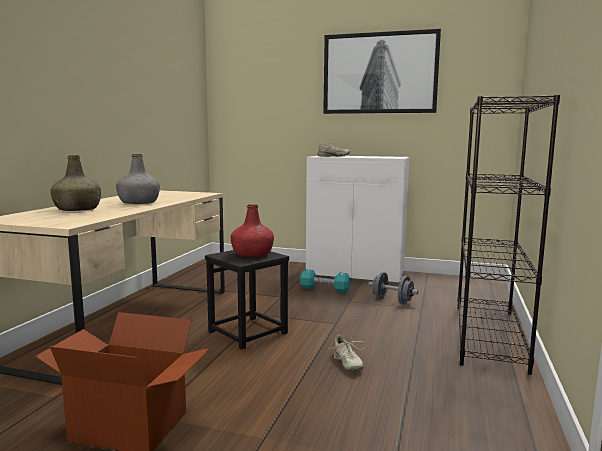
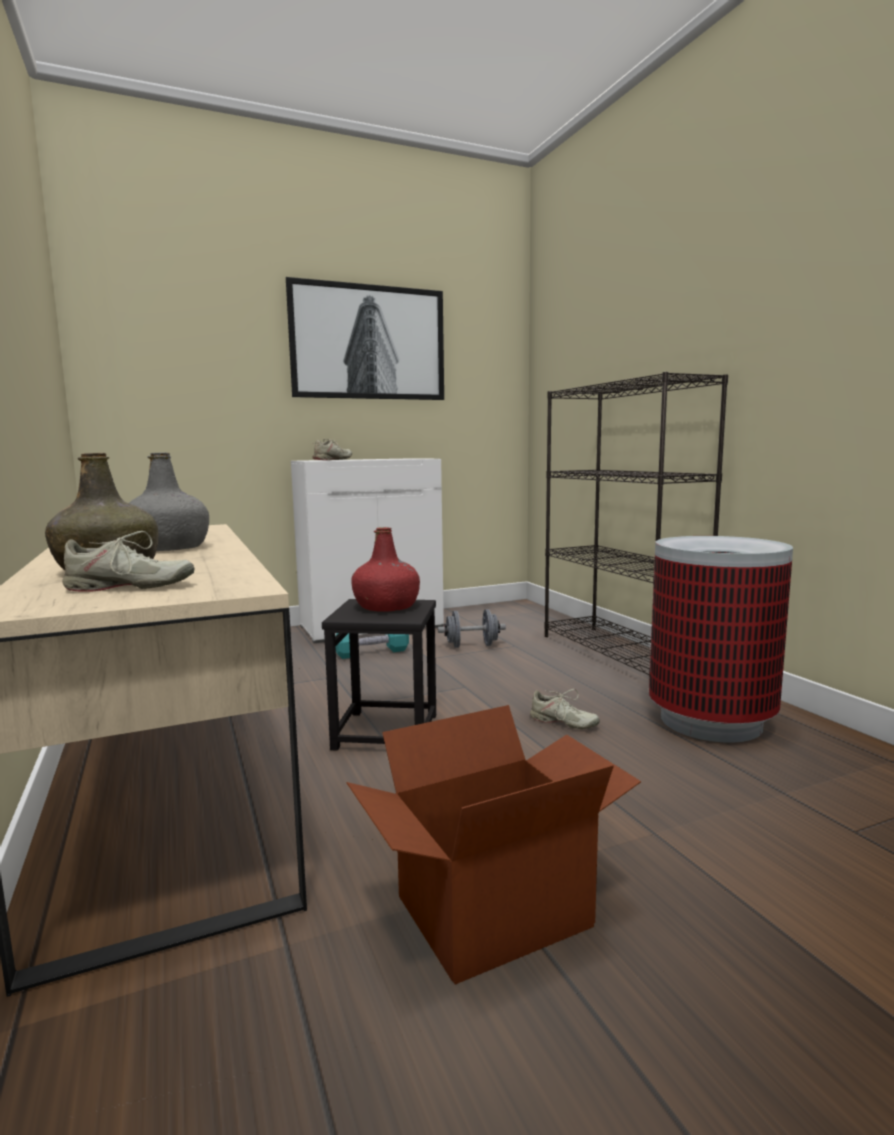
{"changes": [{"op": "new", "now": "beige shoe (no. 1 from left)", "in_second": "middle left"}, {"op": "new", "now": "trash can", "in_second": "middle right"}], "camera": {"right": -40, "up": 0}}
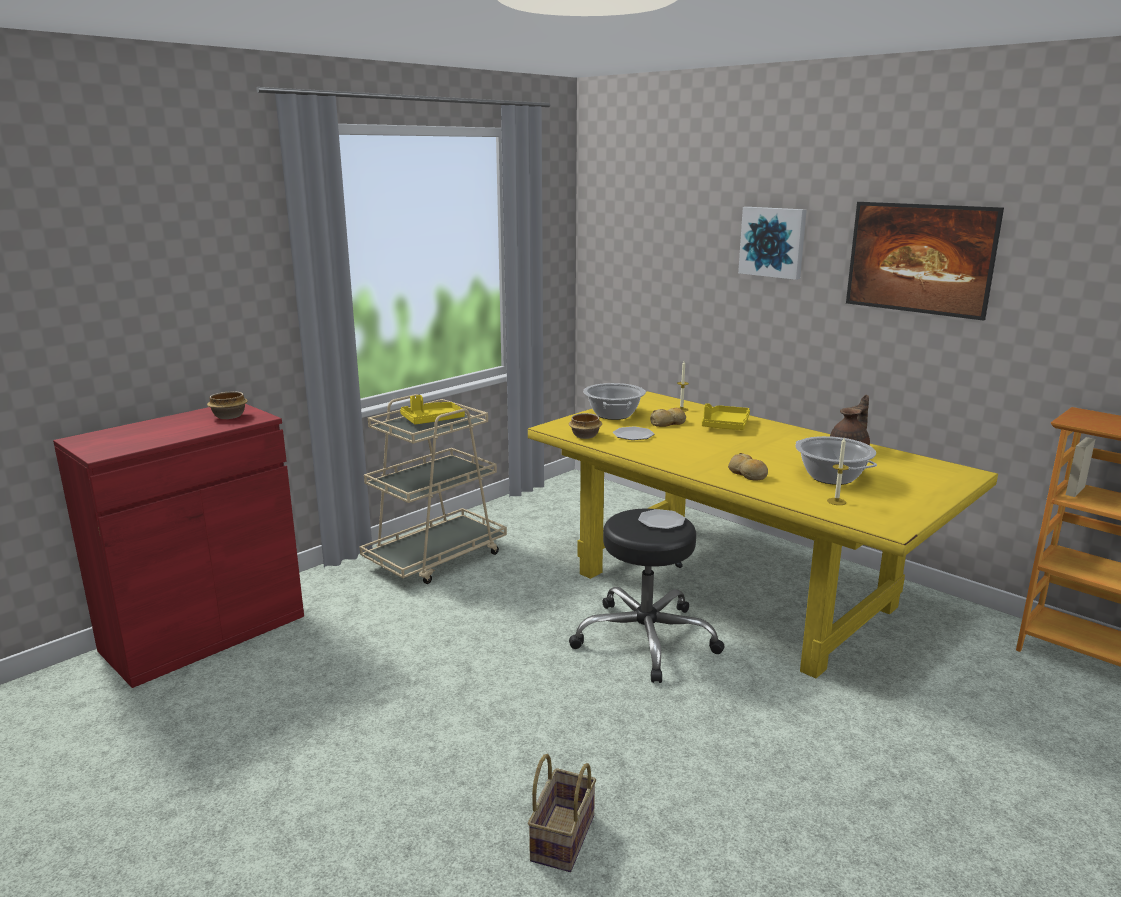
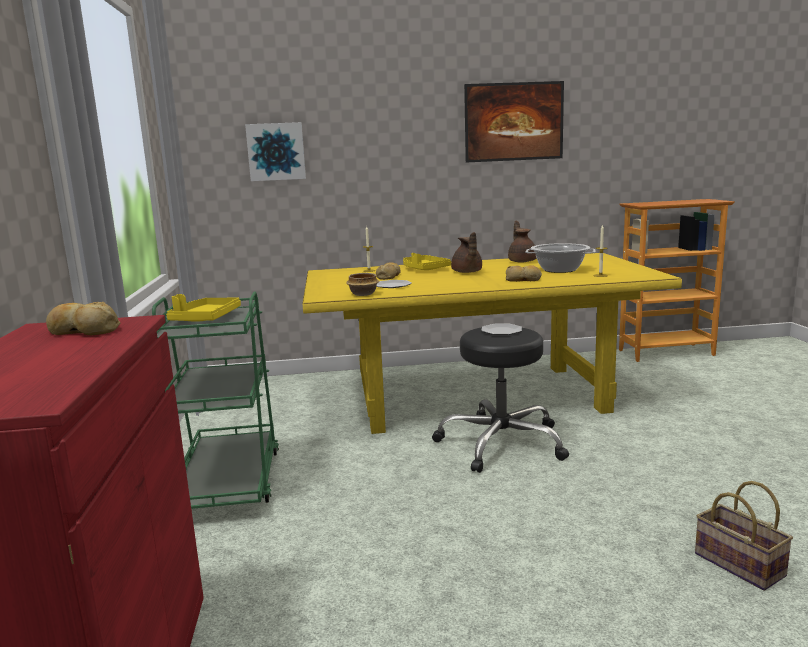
{"changes": [{"op": "shifted", "was": "picture (no. 1 from left)", "in_first": "top right", "in_second": "top centre"}, {"op": "gone", "was": "cooking pot (no. 1 from left)", "in_first": "centre"}, {"op": "swapped", "was": "bowl (no. 1 from left)", "now": "bread (no. 1 from left)", "in_first": "middle left", "in_second": "middle left"}, {"op": "repainted", "was": "beige cart", "now": "green cart", "in_first": "centre", "in_second": "middle left"}, {"op": "new", "now": "brown teapot (no. 1 from left)", "in_second": "centre"}], "camera": {"right": -50, "up": -5}}
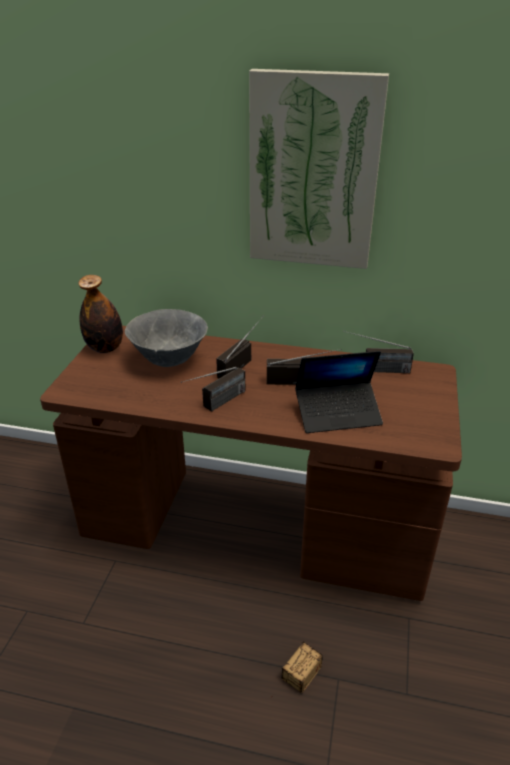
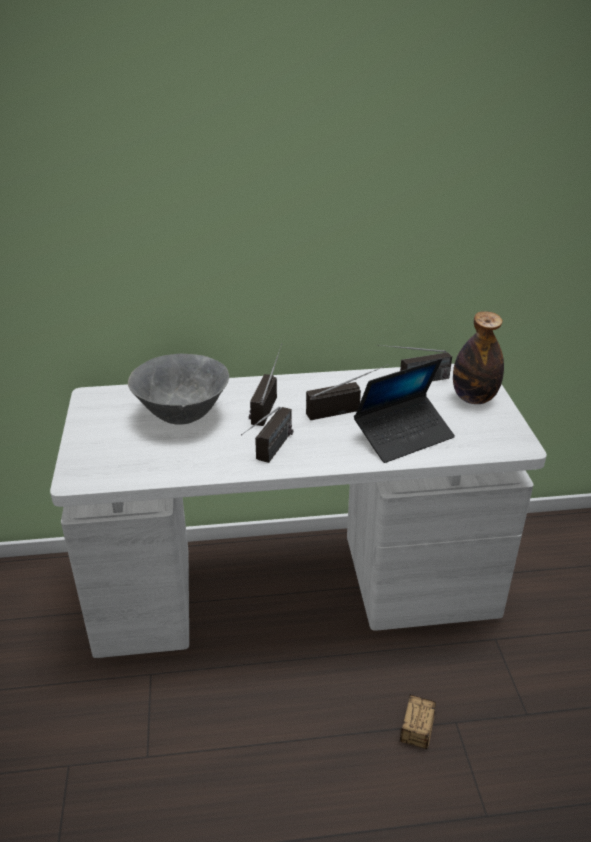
{"changes": [{"op": "gone", "was": "picture", "in_first": "top centre"}, {"op": "shifted", "was": "bottle", "in_first": "middle left", "in_second": "middle right"}, {"op": "repainted", "was": "brown desk", "now": "white desk", "in_first": "centre", "in_second": "centre"}], "camera": {"right": -20, "up": 0}}
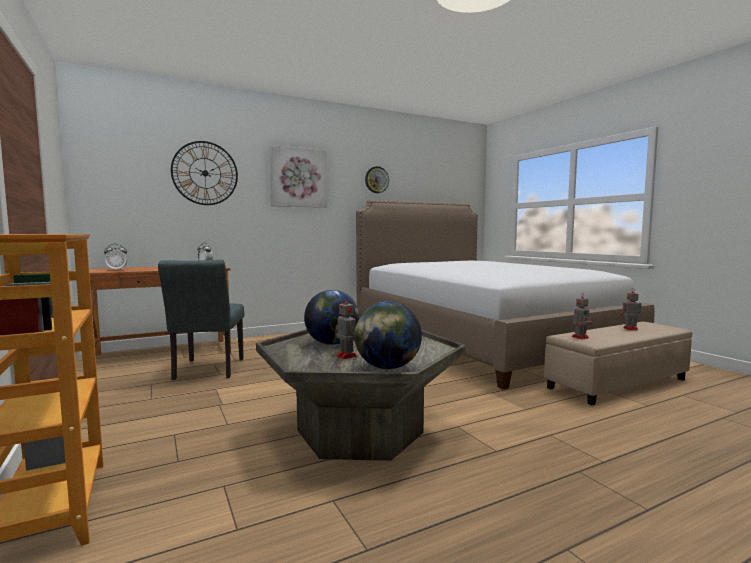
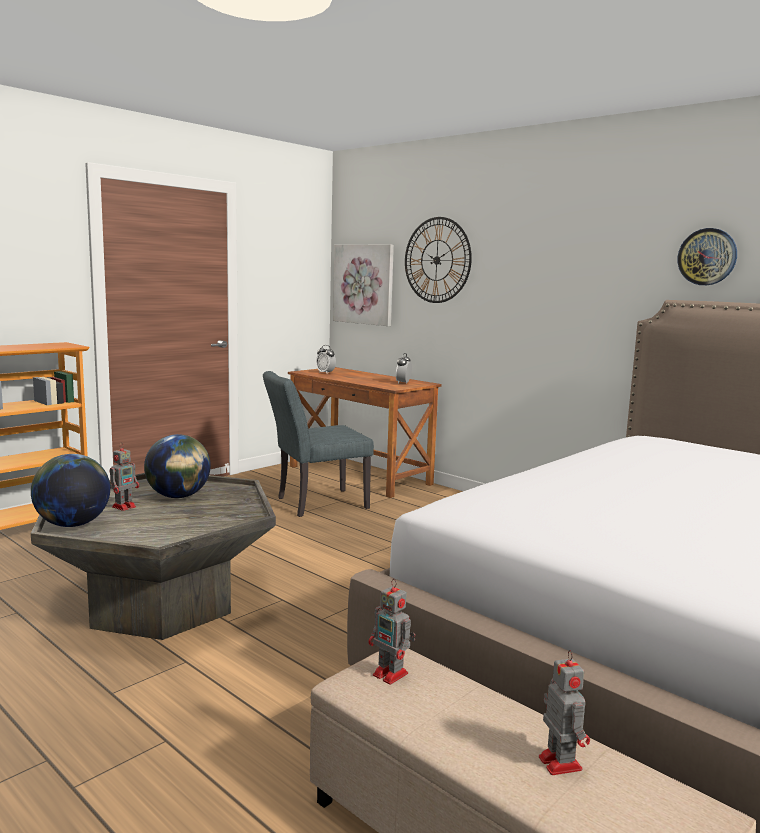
{"changes": [{"op": "shifted", "was": "picture", "in_first": "top centre", "in_second": "centre"}], "camera": {"right": 70, "up": 5}}
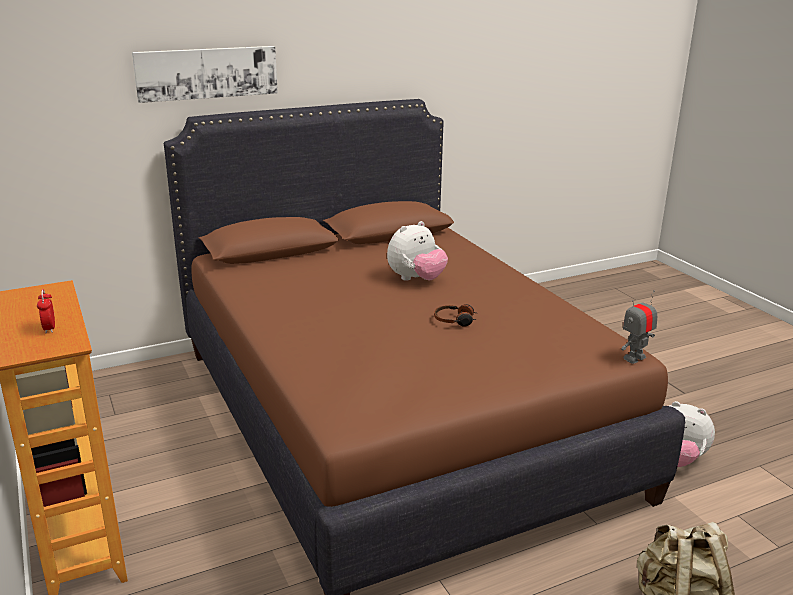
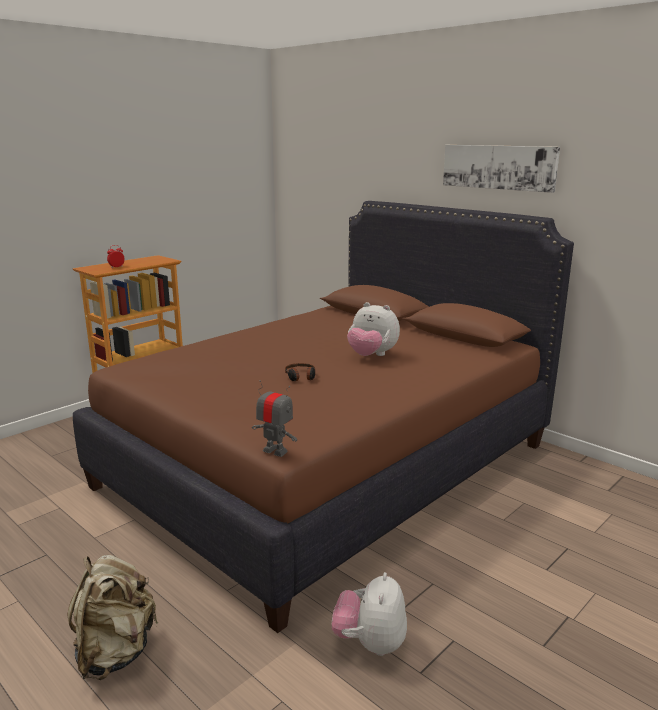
{"changes": [{"op": "shifted", "was": "picture", "in_first": "top left", "in_second": "top right"}], "camera": {"right": 70, "up": -5}}
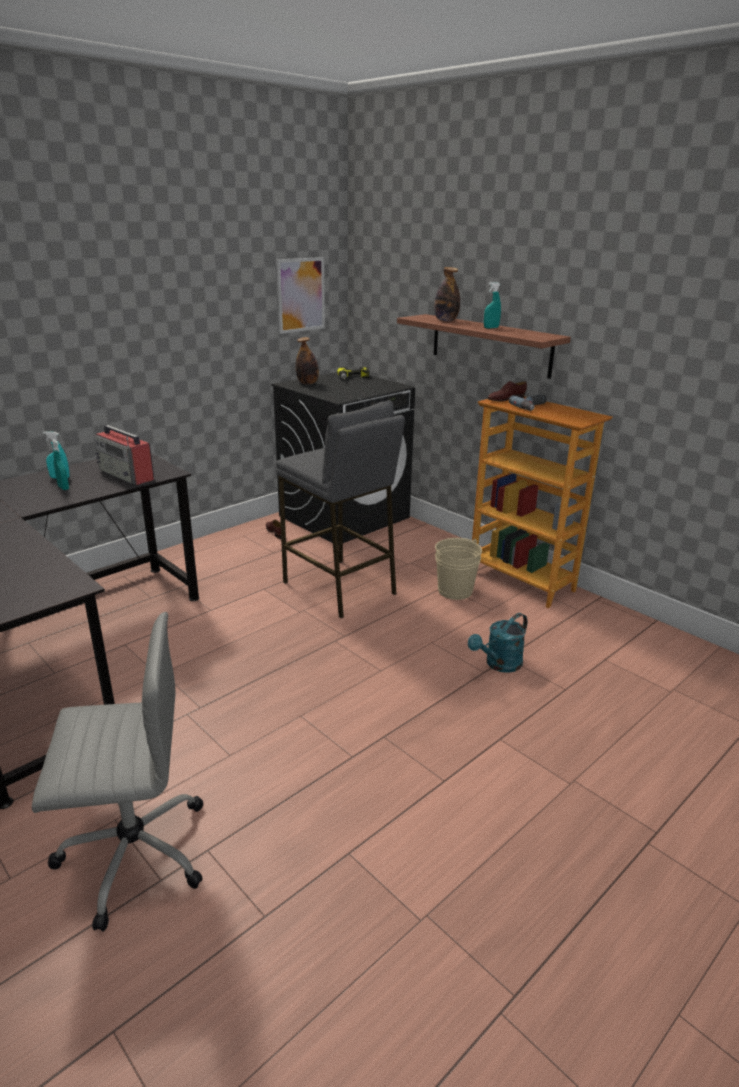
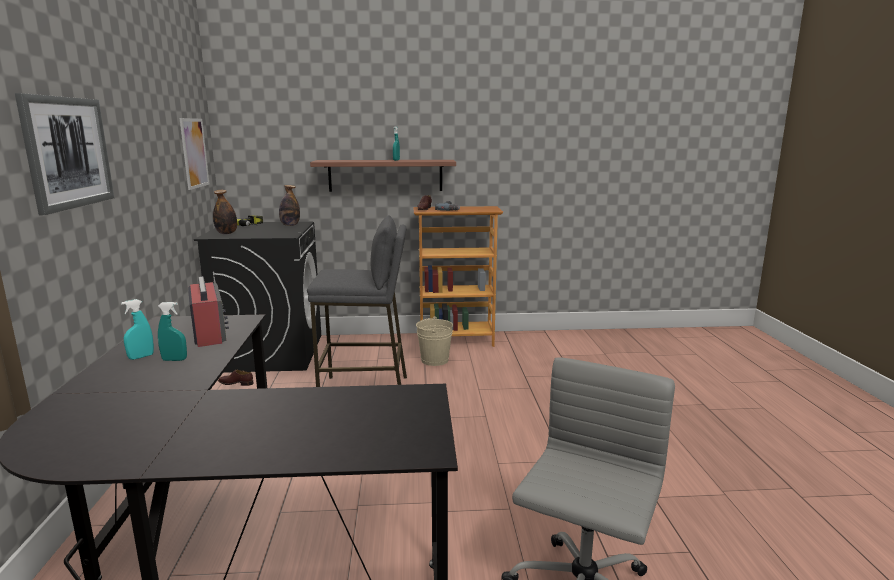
{"changes": [{"op": "shifted", "was": "bottle (no. 2 from left)", "in_first": "top centre", "in_second": "middle left"}, {"op": "rotated", "was": "radio", "in_first": "middle left", "in_second": "middle left", "clockwise": -105}, {"op": "gone", "was": "turquoise watering can", "in_first": "middle right"}, {"op": "new", "now": "picture (no. 1 from left)", "in_second": "top left"}], "camera": {"right": -50, "up": -10}}
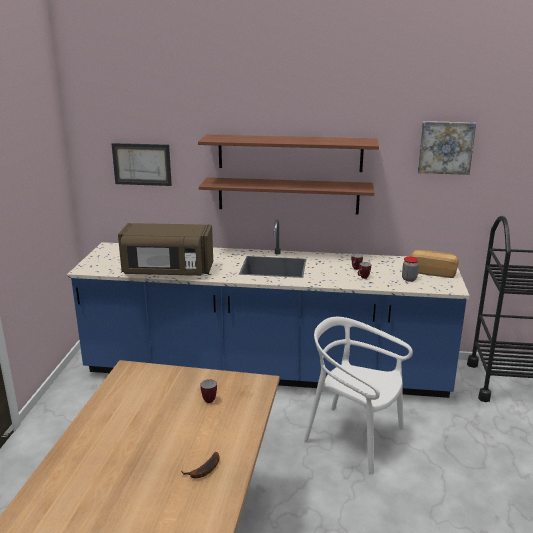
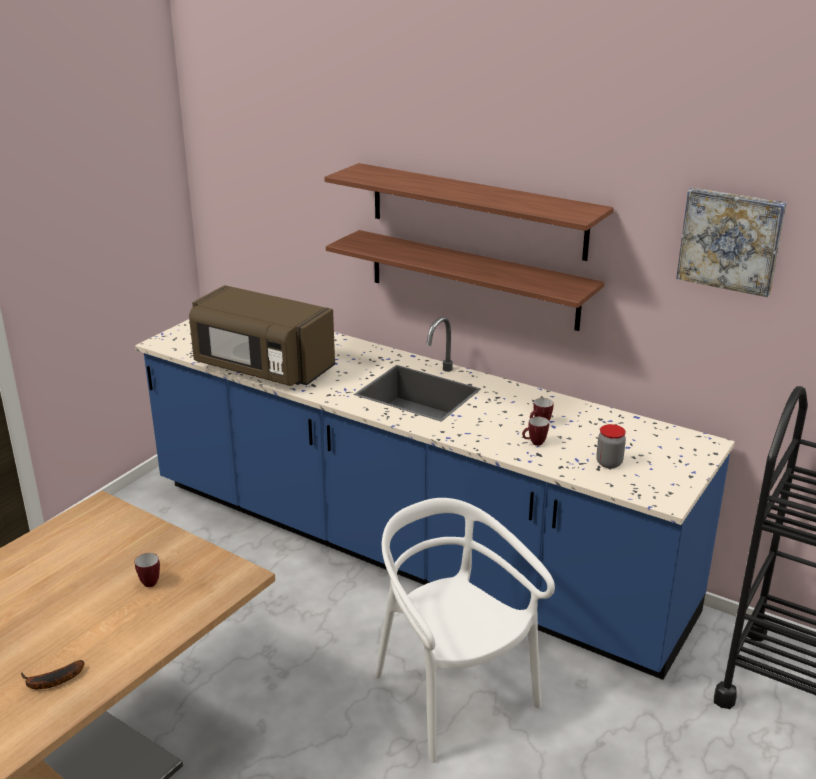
{"changes": [{"op": "gone", "was": "picture (no. 1 from left)", "in_first": "top left"}, {"op": "gone", "was": "bread", "in_first": "middle right"}], "camera": {"right": 25, "up": 5}}
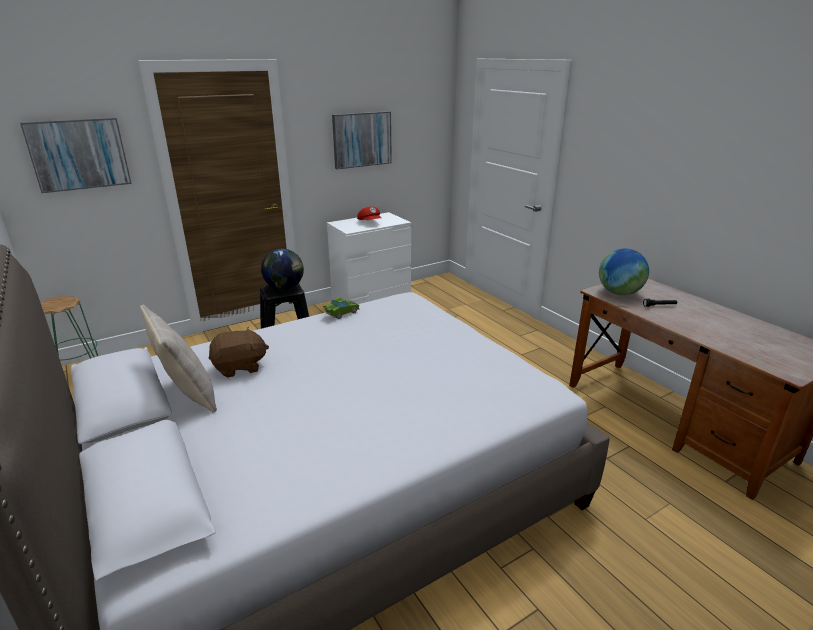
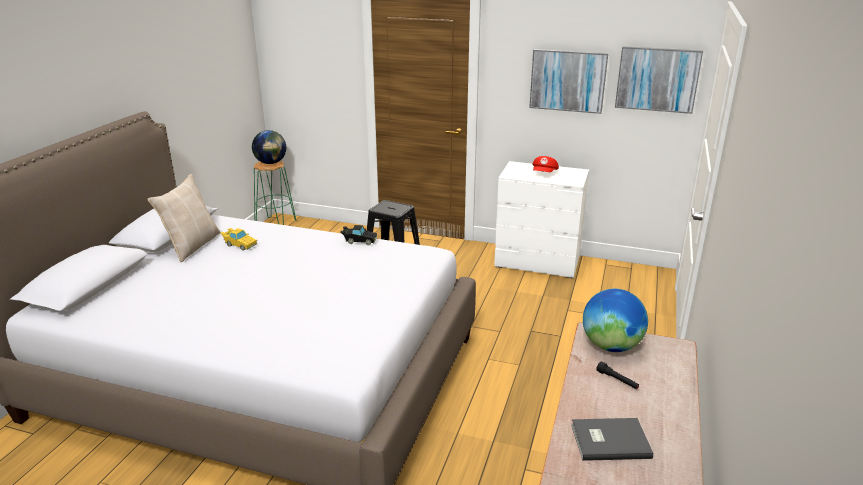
{"changes": [{"op": "shifted", "was": "picture (no. 1 from left in the first image)", "now": "picture (no. 2 from left)", "in_first": "top left", "in_second": "top right"}, {"op": "shifted", "was": "globe (no. 1 from left)", "in_first": "centre", "in_second": "top left"}, {"op": "repainted", "was": "green toy car", "now": "black toy car", "in_first": "centre", "in_second": "centre"}, {"op": "swapped", "was": "brown plush toy", "now": "yellow toy car", "in_first": "middle left", "in_second": "middle left"}, {"op": "new", "now": "grey book", "in_second": "bottom right"}], "camera": {"right": 50, "up": 0}}
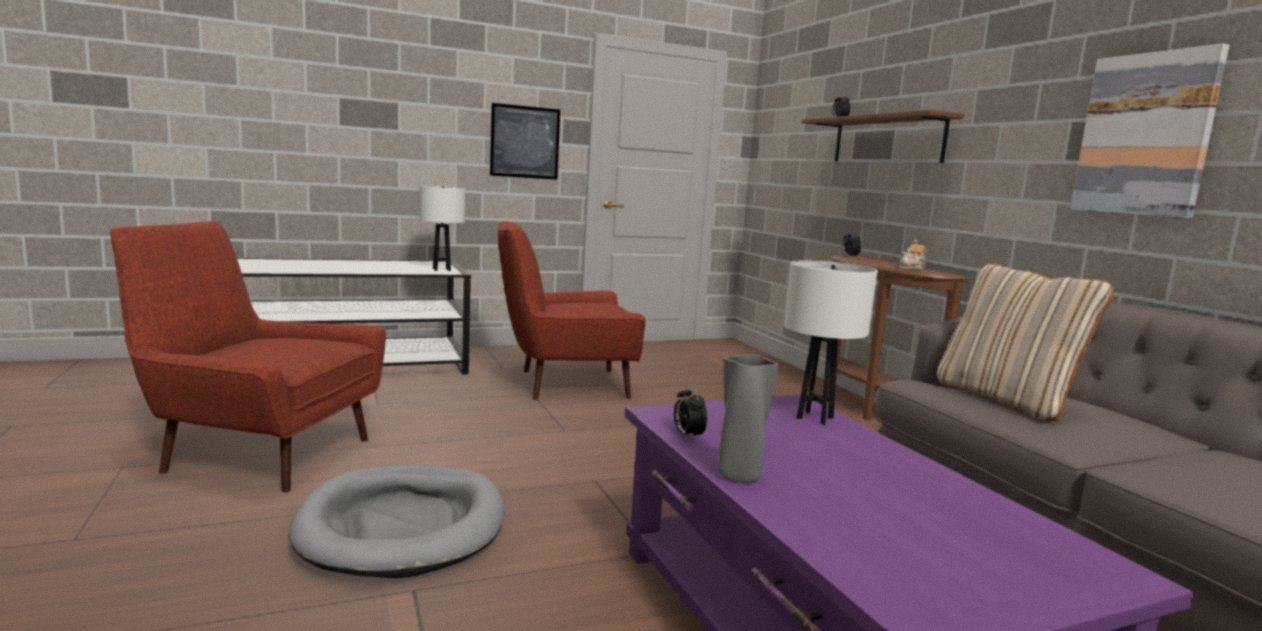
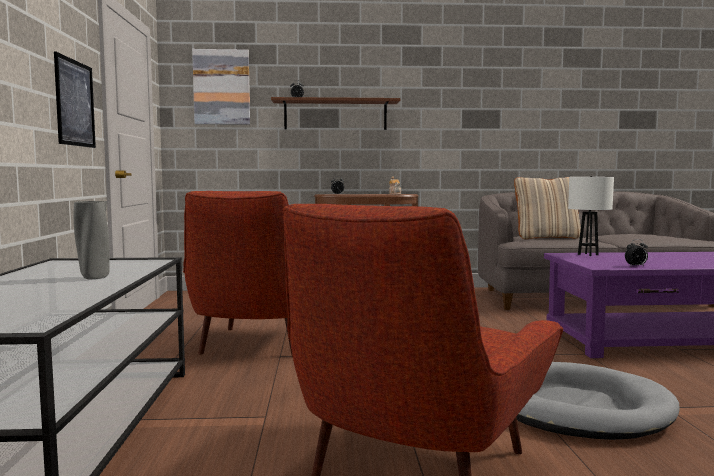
{"changes": [{"op": "shifted", "was": "picture (no. 2 from left)", "in_first": "top right", "in_second": "top left"}, {"op": "gone", "was": "white table lamp (no. 1 from left)", "in_first": "centre"}, {"op": "shifted", "was": "grey vase", "in_first": "centre", "in_second": "middle left"}], "camera": {"right": -70, "up": -5}}
